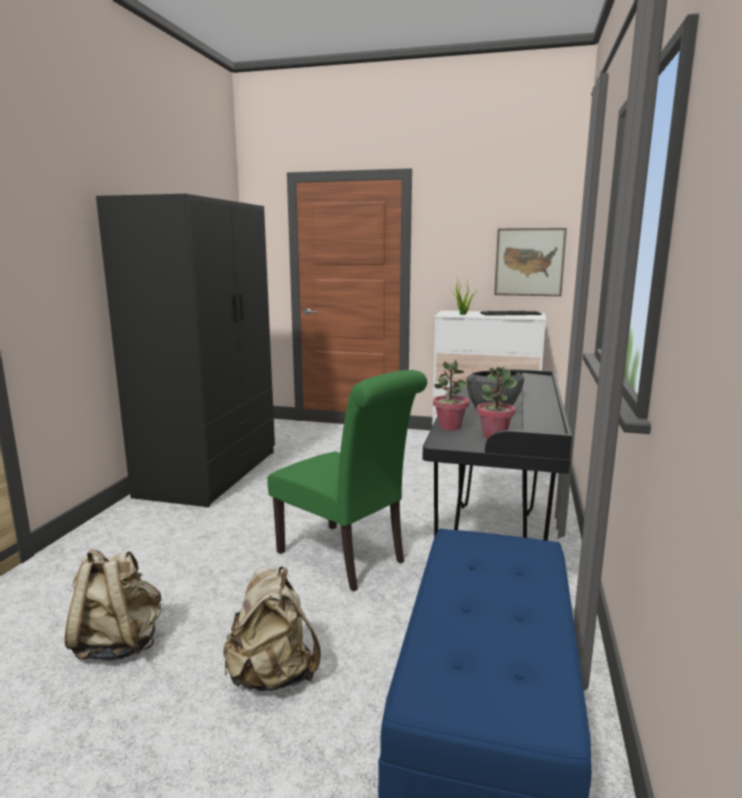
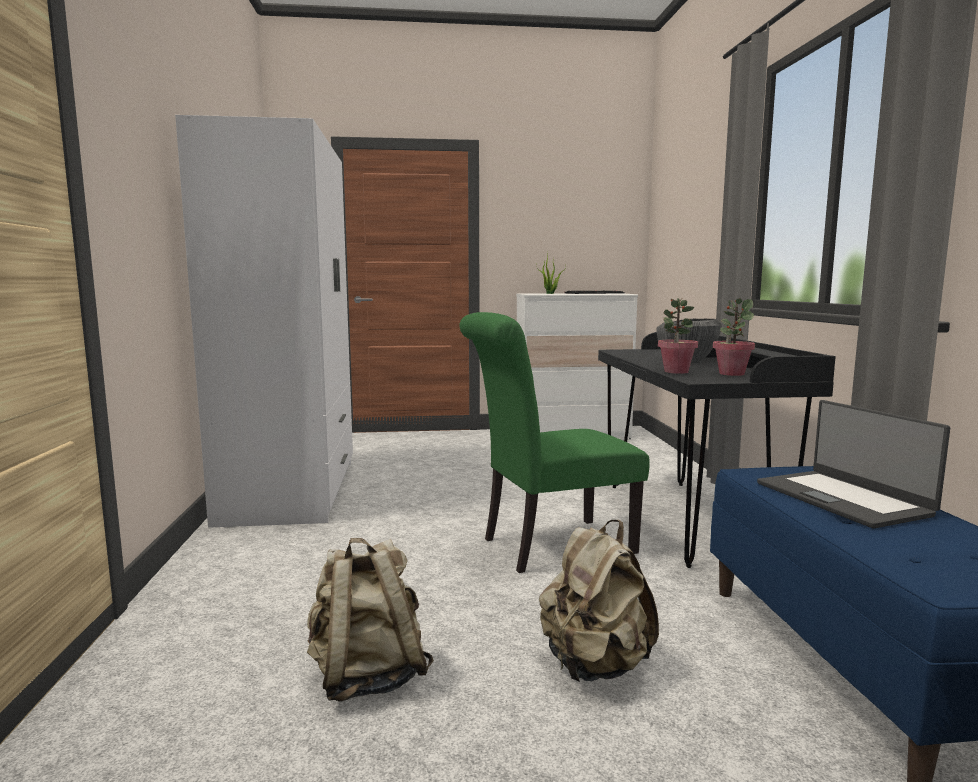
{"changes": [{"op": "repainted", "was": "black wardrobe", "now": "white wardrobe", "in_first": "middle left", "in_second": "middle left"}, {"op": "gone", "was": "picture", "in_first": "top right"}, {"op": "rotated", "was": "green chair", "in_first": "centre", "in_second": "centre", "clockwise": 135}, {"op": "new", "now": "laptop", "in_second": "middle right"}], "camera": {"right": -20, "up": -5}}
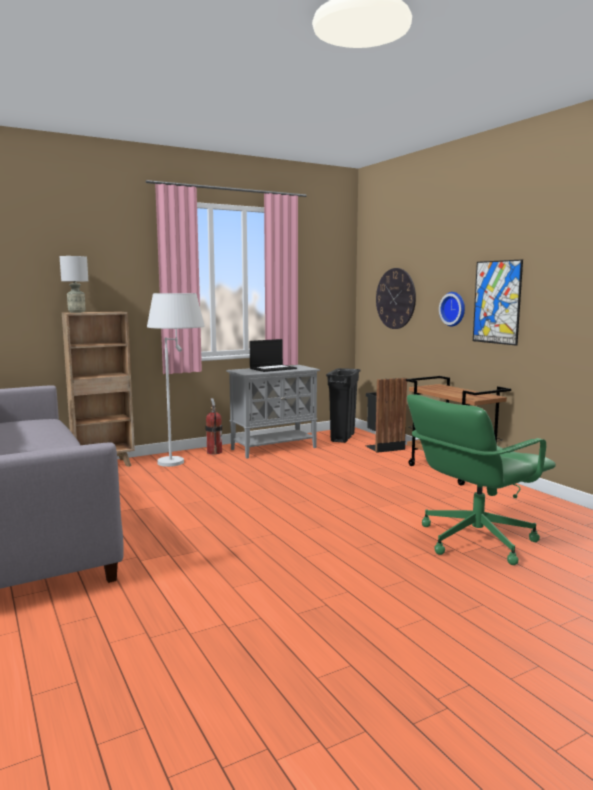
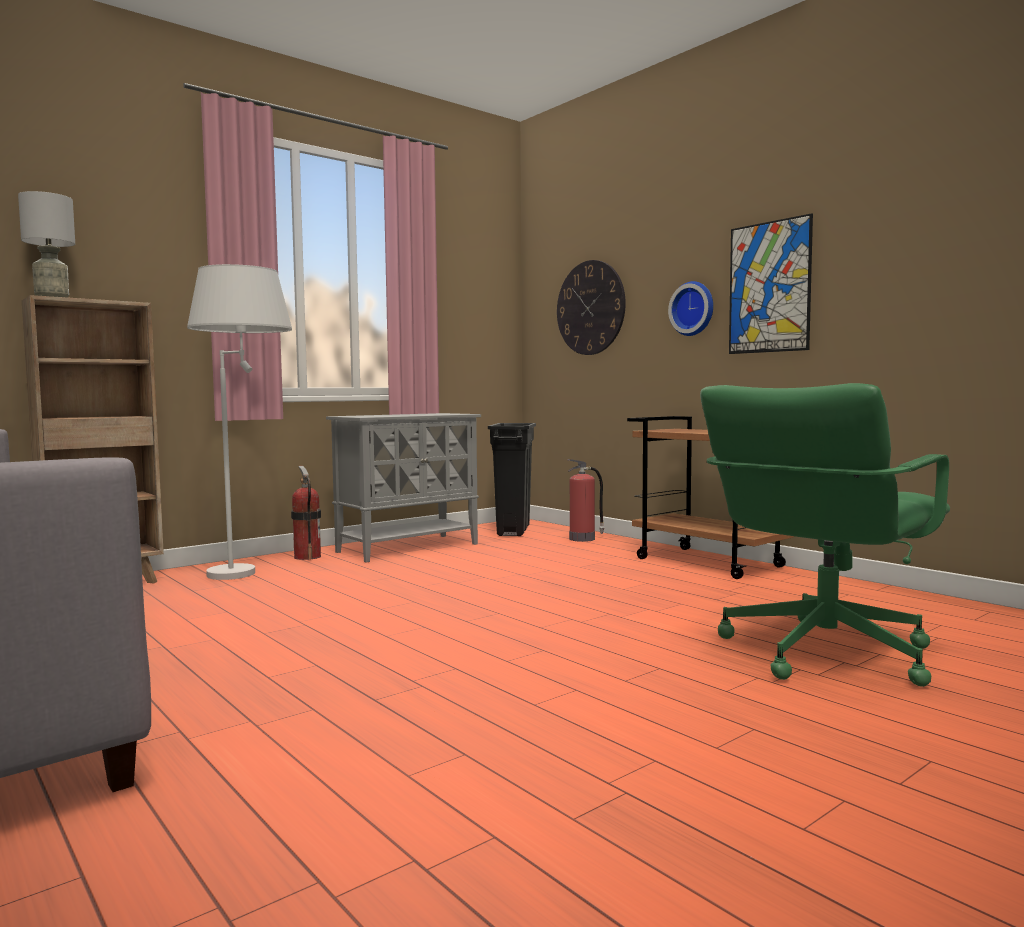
{"changes": [{"op": "gone", "was": "laptop", "in_first": "centre"}, {"op": "swapped", "was": "black trash can (no. 2 from left)", "now": "fire extinguisher (no. 2 from left)", "in_first": "centre", "in_second": "centre"}], "camera": {"right": -10, "up": -5}}
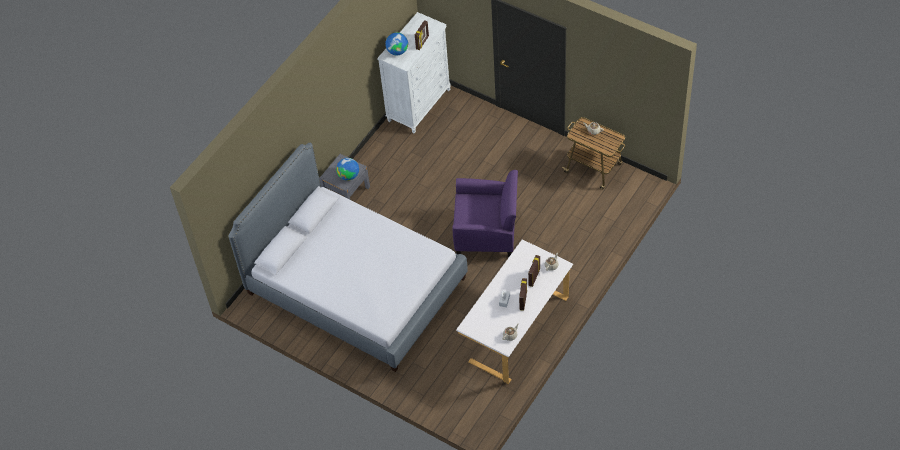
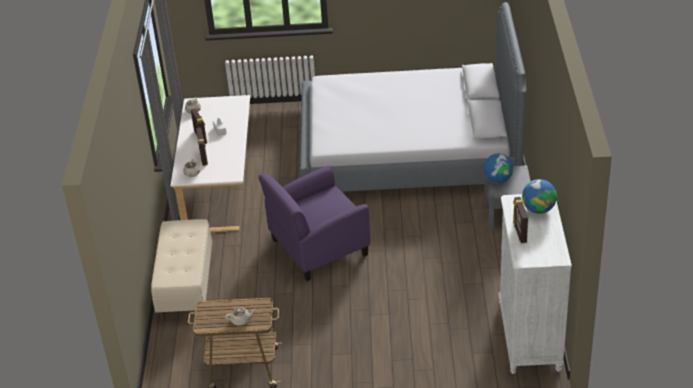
{"changes": [{"op": "new", "now": "beige bench", "in_second": "bottom left"}], "camera": {"right": 145, "up": -15}}
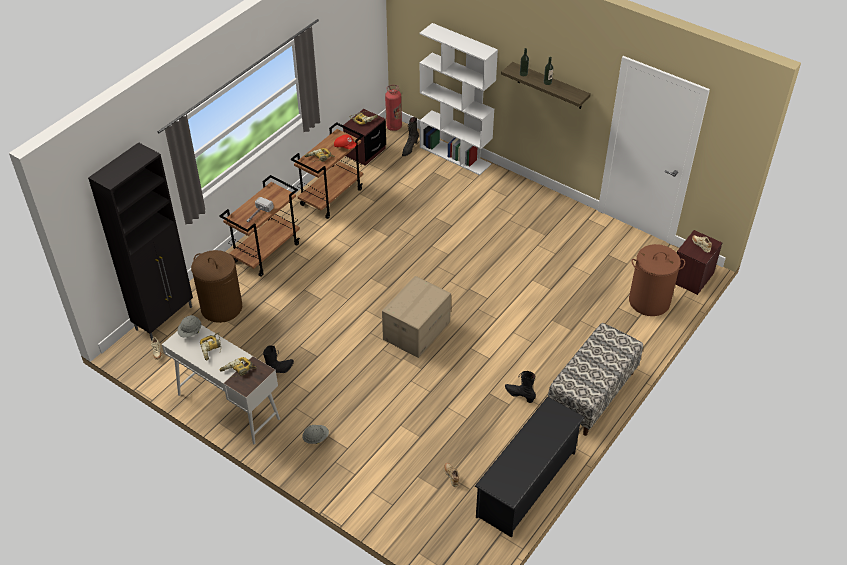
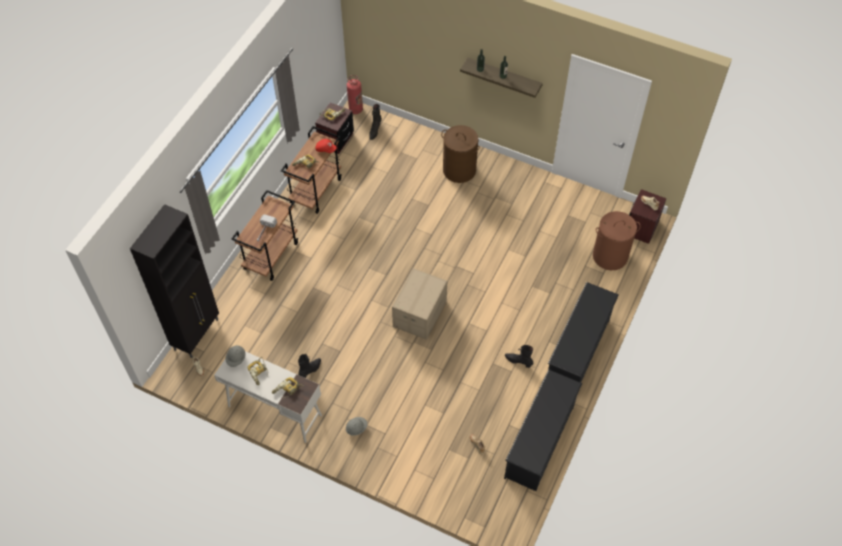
{"changes": [{"op": "gone", "was": "white bookcase", "in_first": "top centre"}, {"op": "shifted", "was": "brown laundry basket (no. 1 from left)", "in_first": "middle left", "in_second": "top centre"}, {"op": "swapped", "was": "bench", "now": "black shoe rack (no. 2 from left)", "in_first": "bottom right", "in_second": "middle right"}], "camera": {"right": -10, "up": 10}}
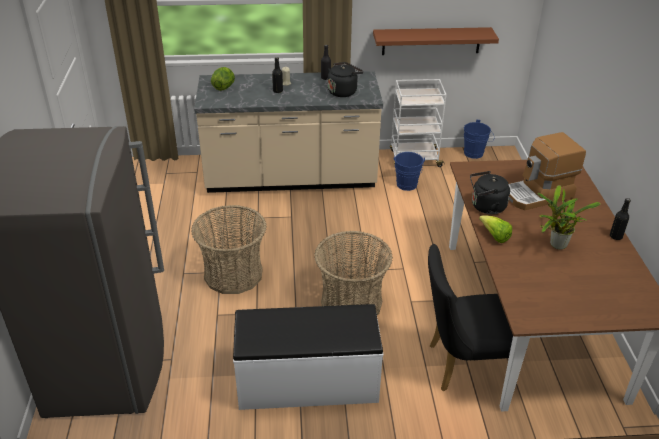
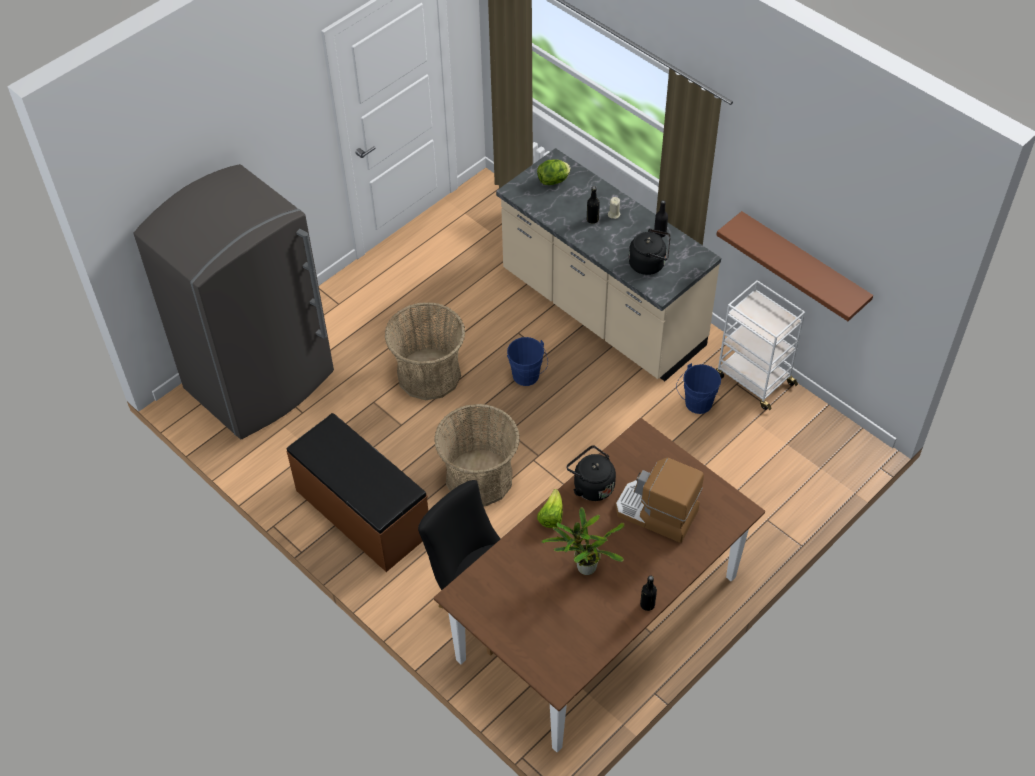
{"changes": [{"op": "shifted", "was": "blue bucket (no. 2 from left in the first image)", "now": "blue bucket (no. 1 from left)", "in_first": "top right", "in_second": "centre"}, {"op": "repainted", "was": "white bench", "now": "brown bench", "in_first": "bottom centre", "in_second": "centre"}], "camera": {"right": 50, "up": 15}}
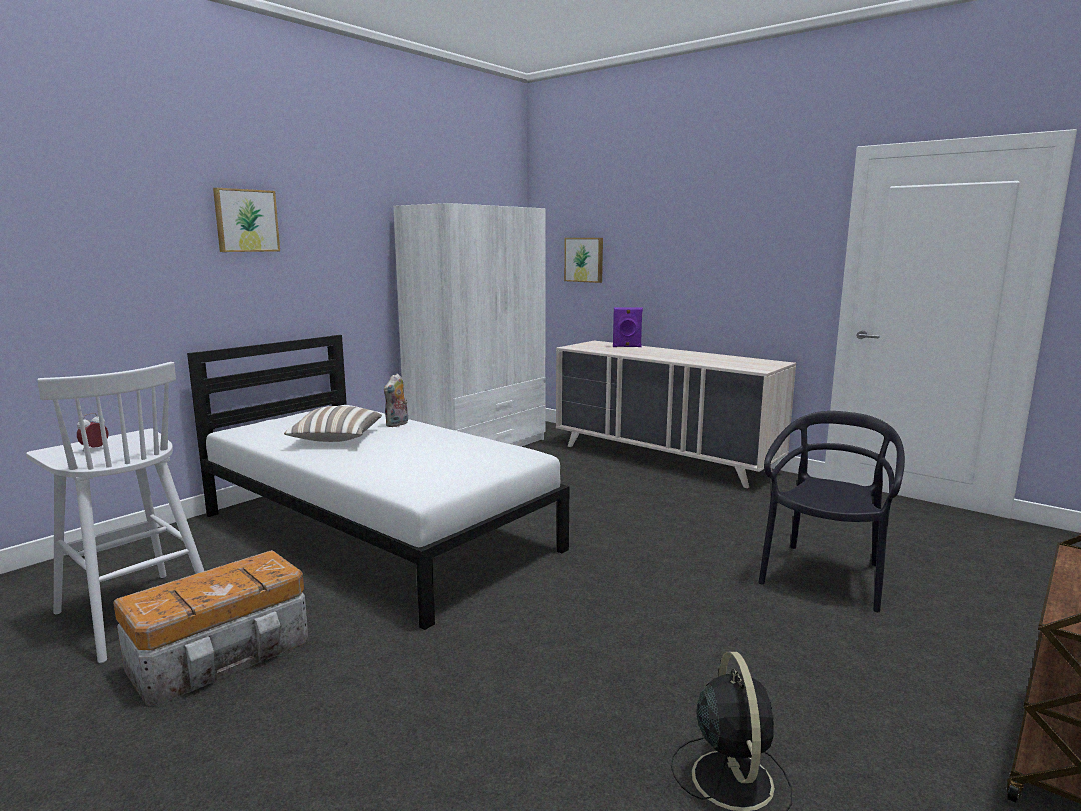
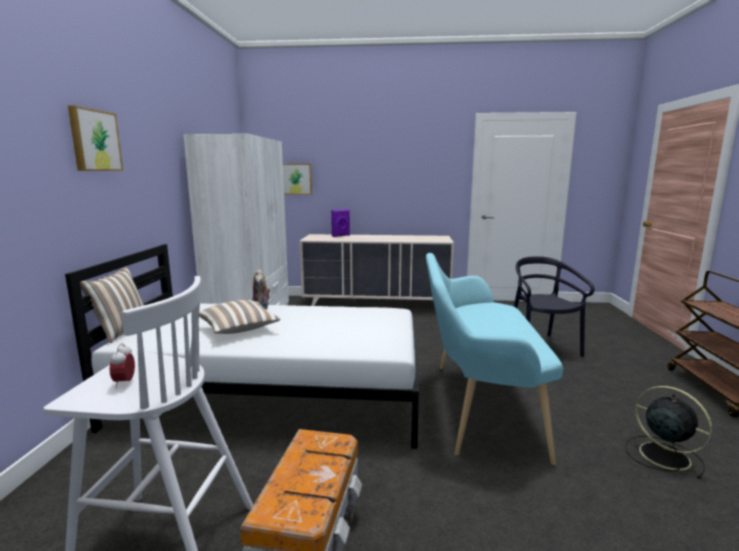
{"changes": [{"op": "new", "now": "turquoise bench", "in_second": "middle right"}, {"op": "new", "now": "pillow (no. 1 from left)", "in_second": "middle left"}], "camera": {"right": -35, "up": 0}}
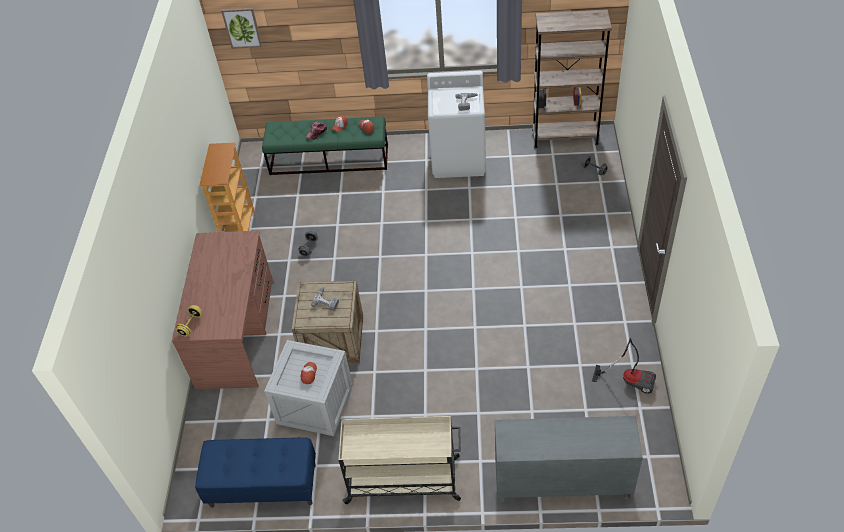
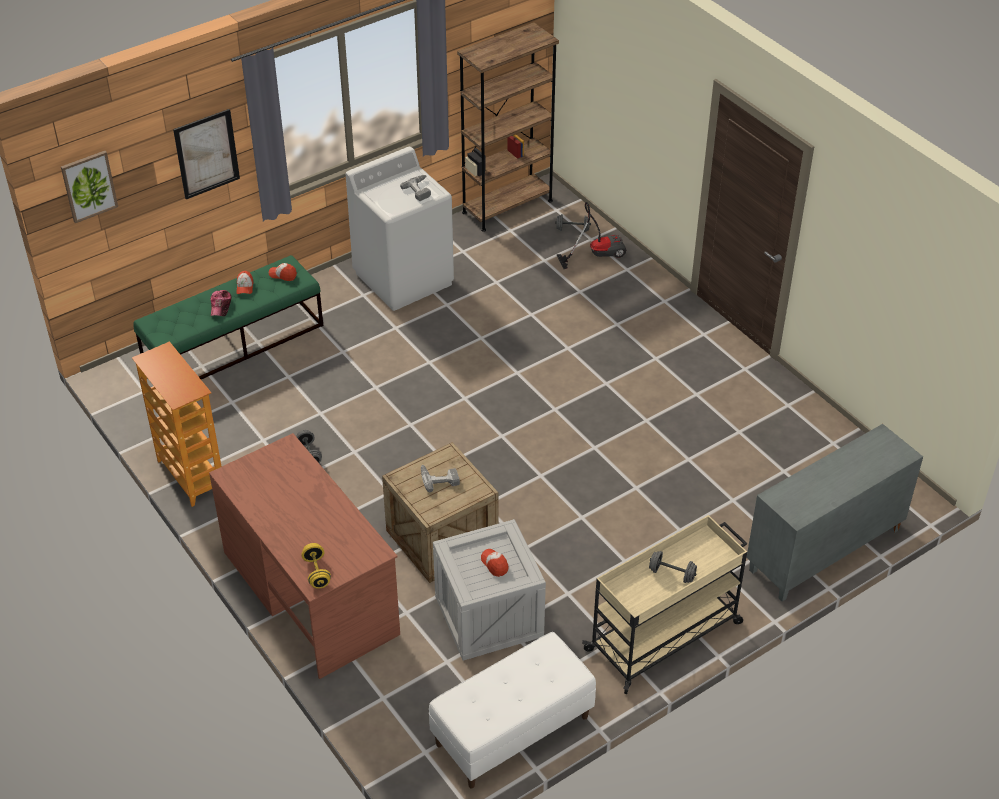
{"changes": [{"op": "shifted", "was": "vacuum cleaner", "in_first": "bottom right", "in_second": "top centre"}, {"op": "repainted", "was": "blue bench", "now": "white bench", "in_first": "bottom left", "in_second": "bottom centre"}, {"op": "new", "now": "picture (no. 2 from left)", "in_second": "top left"}, {"op": "new", "now": "grey dumbbell (no. 3 from left)", "in_second": "bottom right"}], "camera": {"right": -40, "up": -5}}
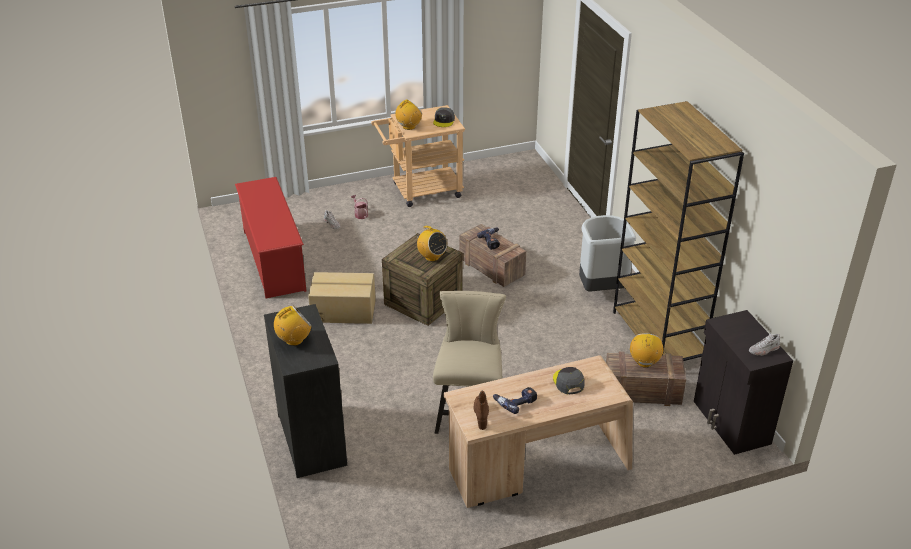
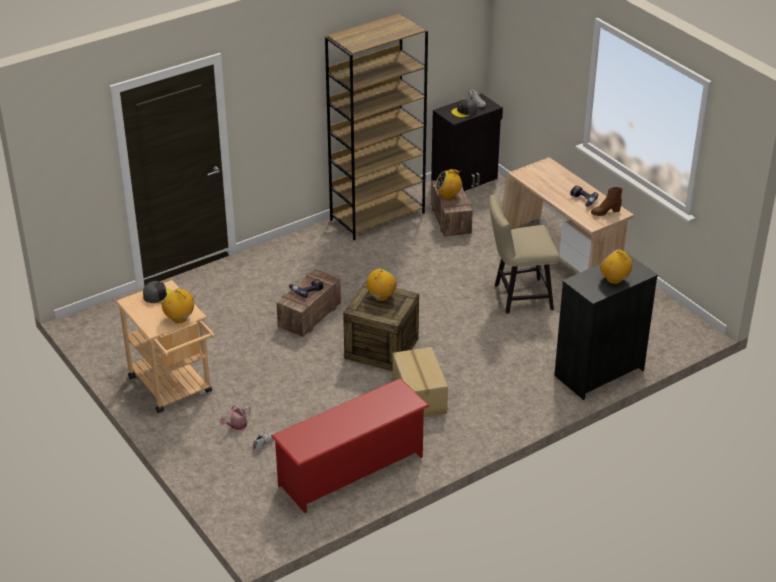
{"changes": [{"op": "gone", "was": "grey trash can", "in_first": "centre"}, {"op": "shifted", "was": "grey cap (no. 2 from left)", "in_first": "bottom centre", "in_second": "top centre"}], "camera": {"right": -105, "up": 0}}
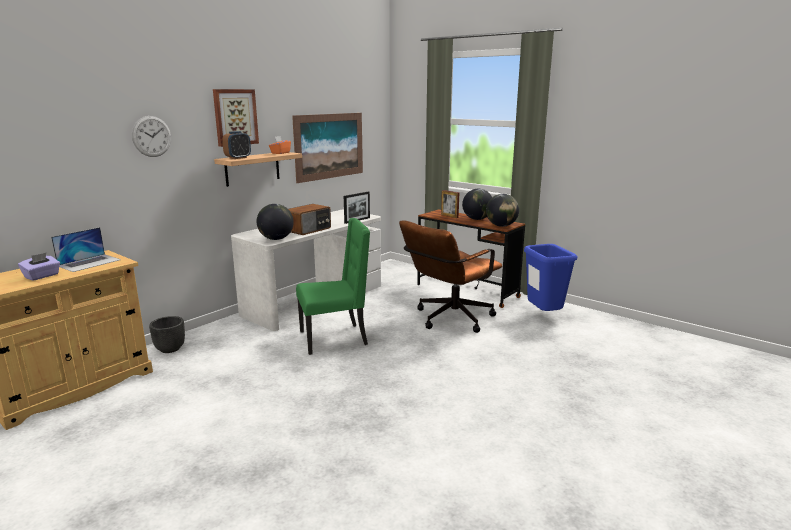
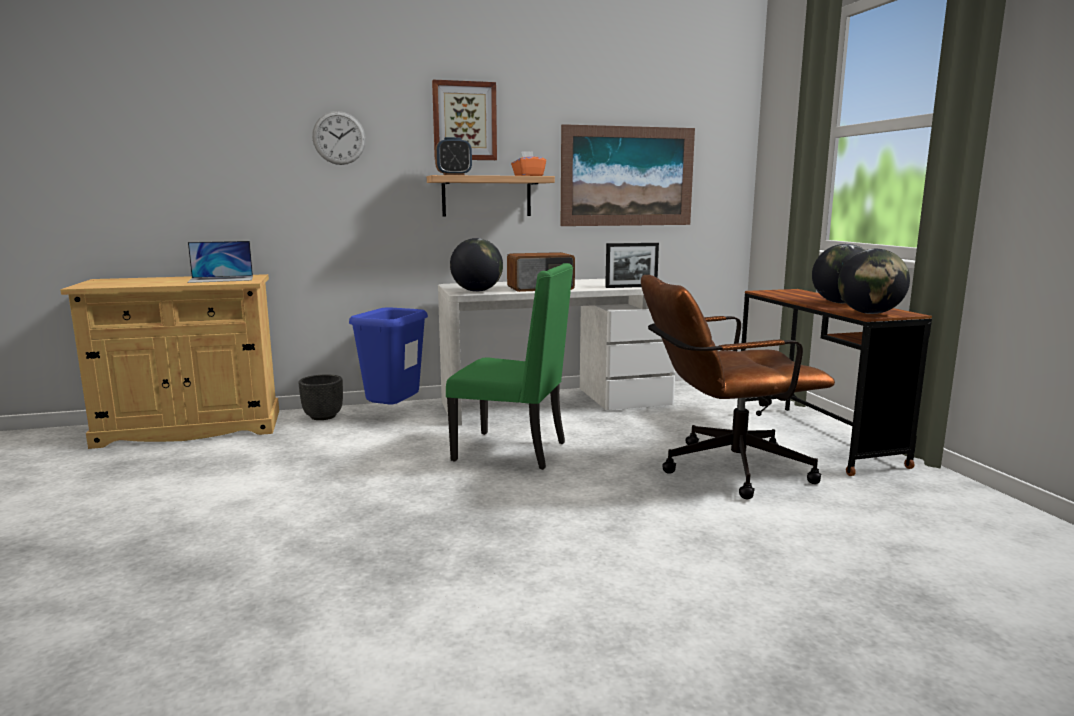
{"changes": [{"op": "gone", "was": "picture frame (no. 2 from left)", "in_first": "centre"}, {"op": "shifted", "was": "blue trash can", "in_first": "middle right", "in_second": "centre"}, {"op": "gone", "was": "purple tissue box", "in_first": "middle left"}], "camera": {"right": 35, "up": -5}}
